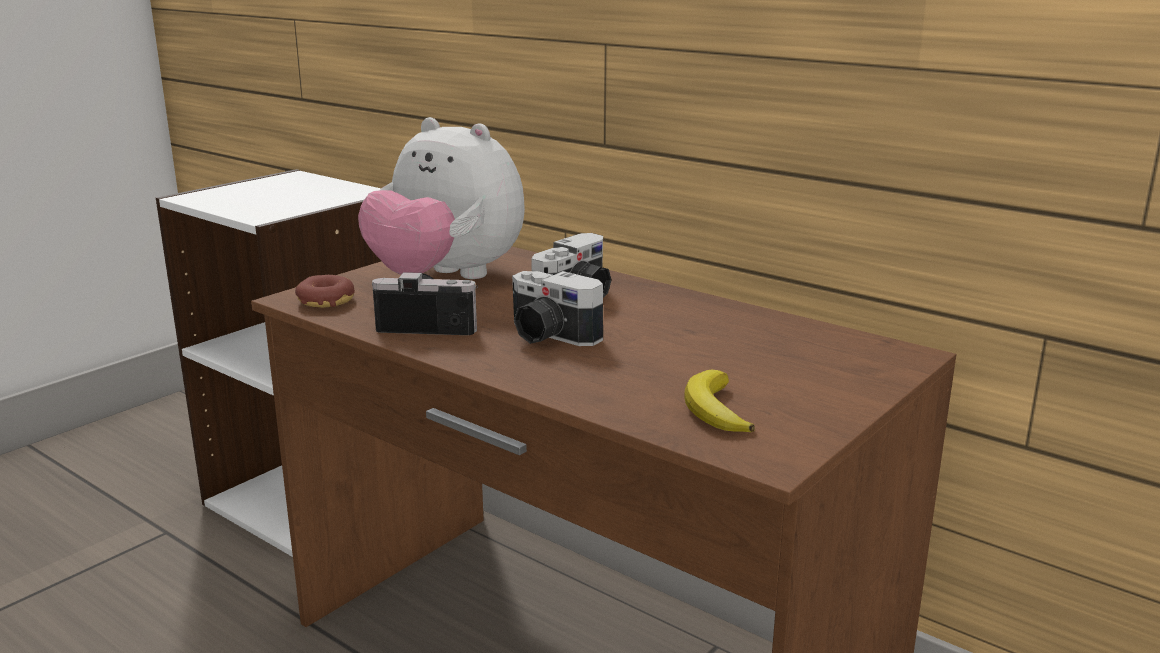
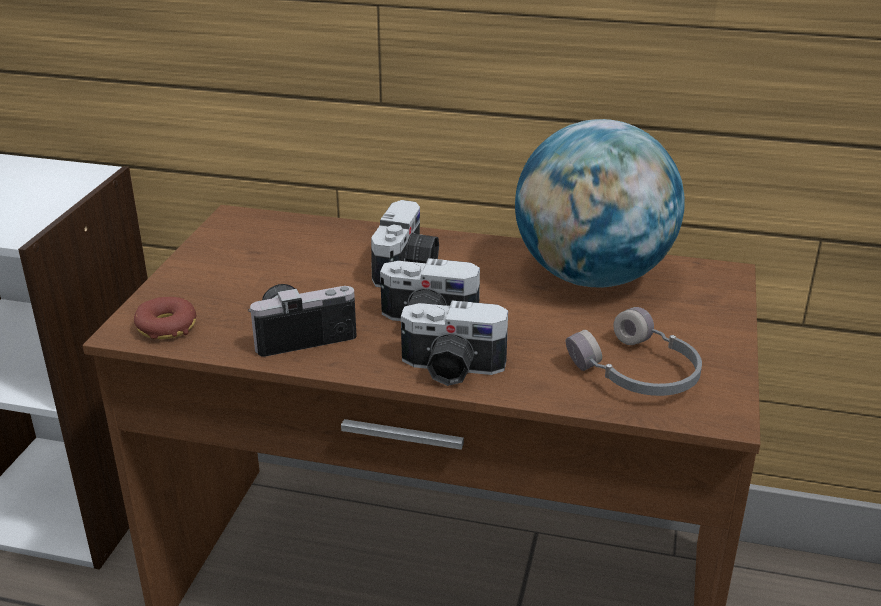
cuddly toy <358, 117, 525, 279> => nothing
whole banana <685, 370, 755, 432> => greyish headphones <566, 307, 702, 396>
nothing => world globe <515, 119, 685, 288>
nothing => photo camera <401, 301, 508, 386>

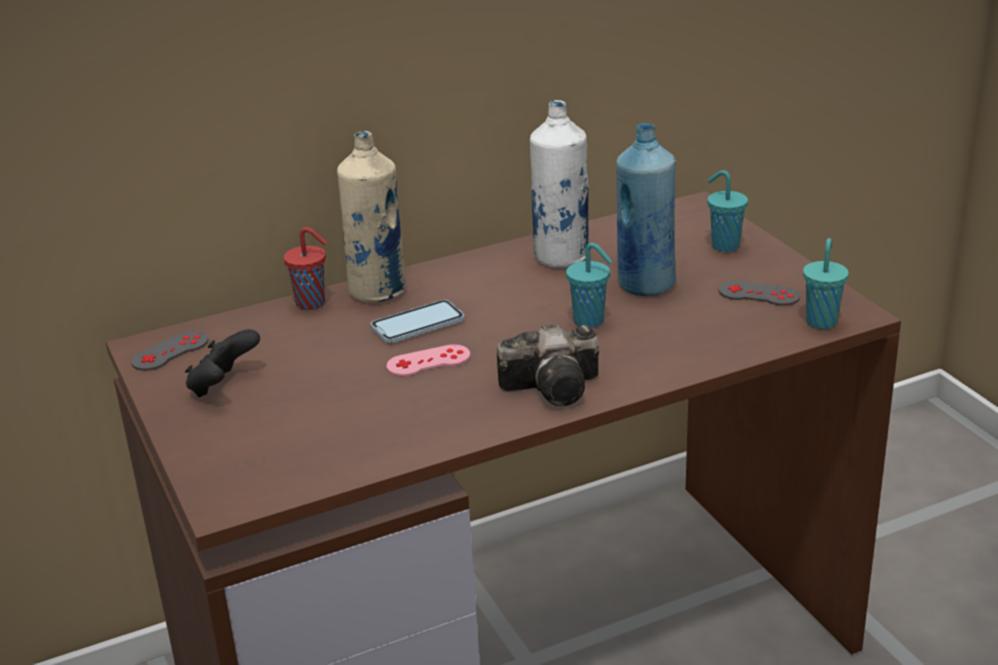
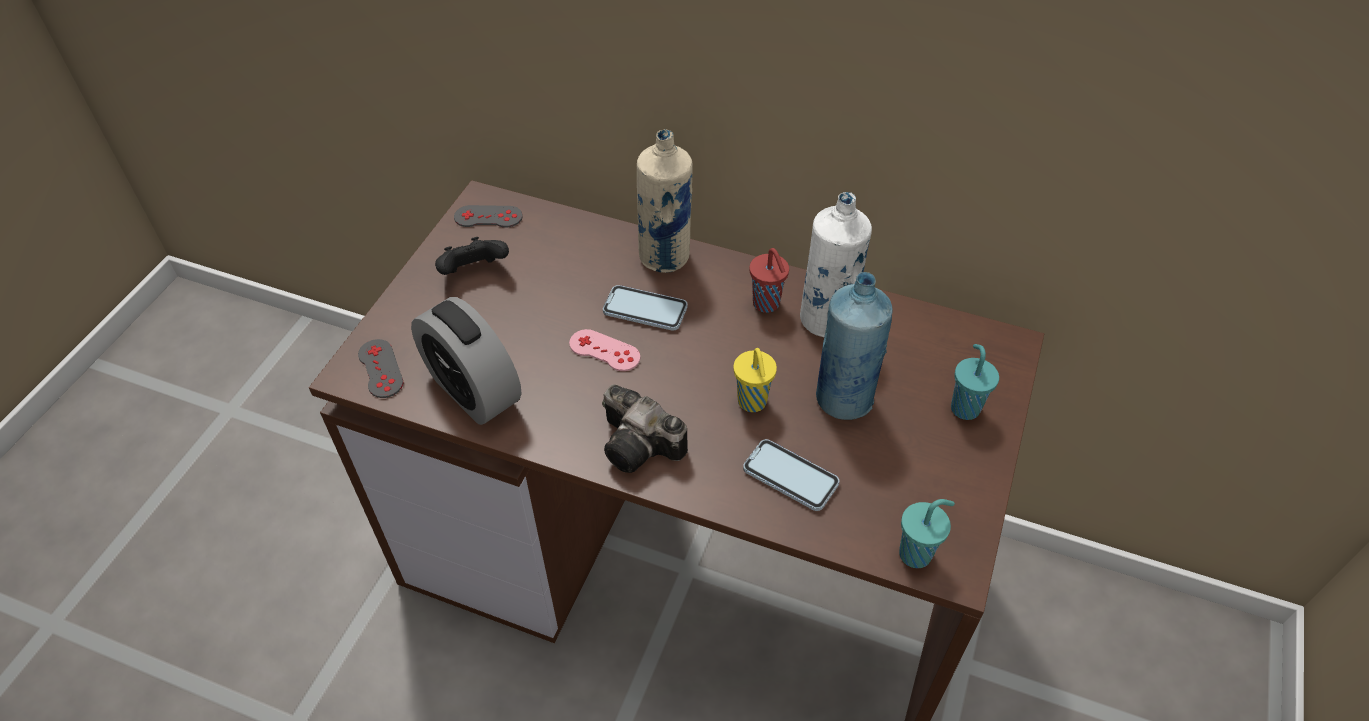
red drinking cup <283, 227, 327, 310> => red drinking cup <749, 248, 789, 313>, move
blue-green drinking cup <566, 243, 612, 328> => yellow drinking cup <734, 348, 777, 412>
greyish game controller <719, 281, 800, 306> => greyish game controller <358, 339, 403, 398>, move
nothing => table clock <411, 297, 521, 425>
nothing => handset <743, 439, 839, 511>

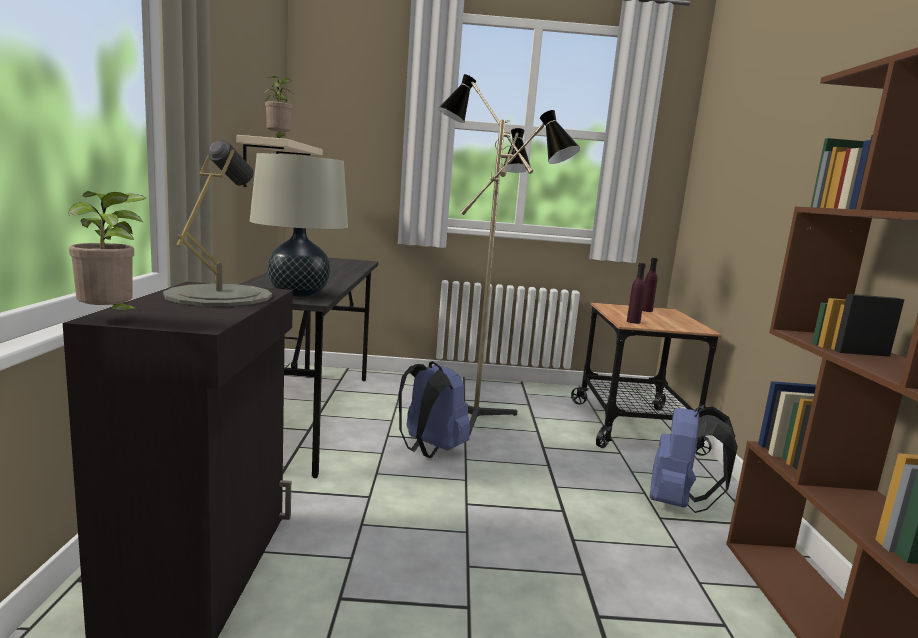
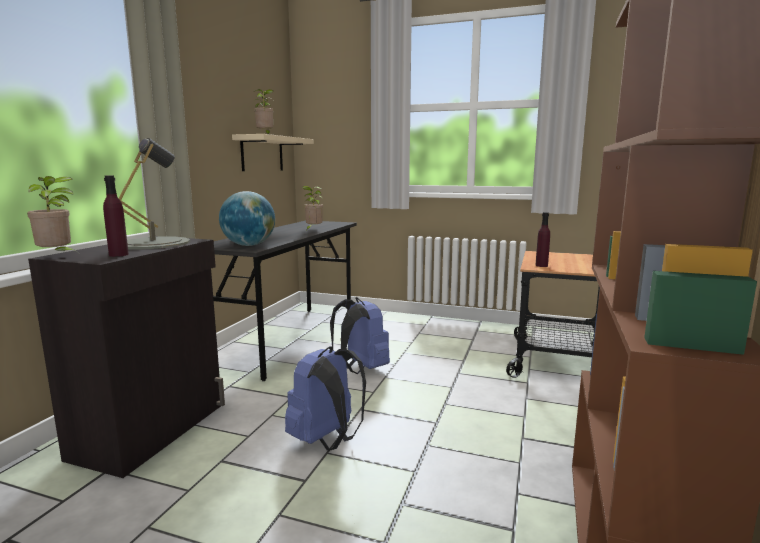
standing lamp <438, 74, 580, 436> => nothing
beige lamp for a table <250, 153, 348, 297> => world globe <219, 191, 275, 246>
purplish beverage bottle <642, 258, 658, 312> => purplish beverage bottle <103, 176, 129, 257>, move
blue knapsack <650, 405, 738, 513> => blue knapsack <285, 346, 366, 451>, move
nothing => potted plant <302, 186, 323, 229>

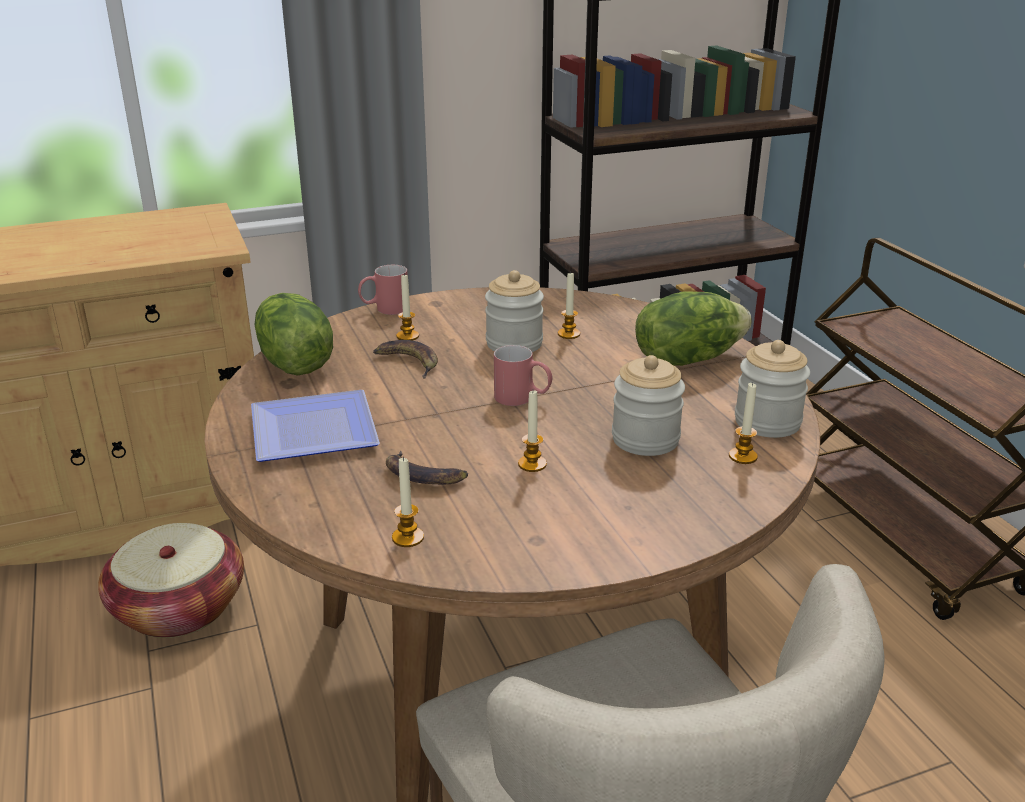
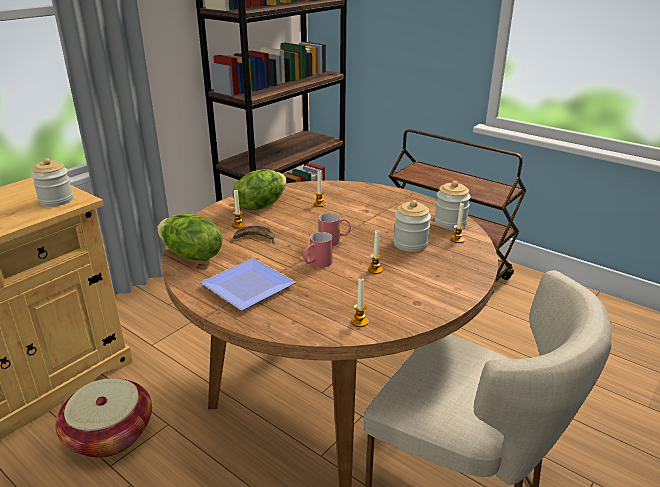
red mug <358, 265, 408, 315> => red mug <303, 232, 333, 268>, move
preserve jar <485, 270, 544, 352> => preserve jar <31, 158, 73, 207>, move
lettuce head <635, 291, 752, 366> => lettuce head <233, 169, 287, 210>, move
whole banana <386, 451, 468, 484> => nothing

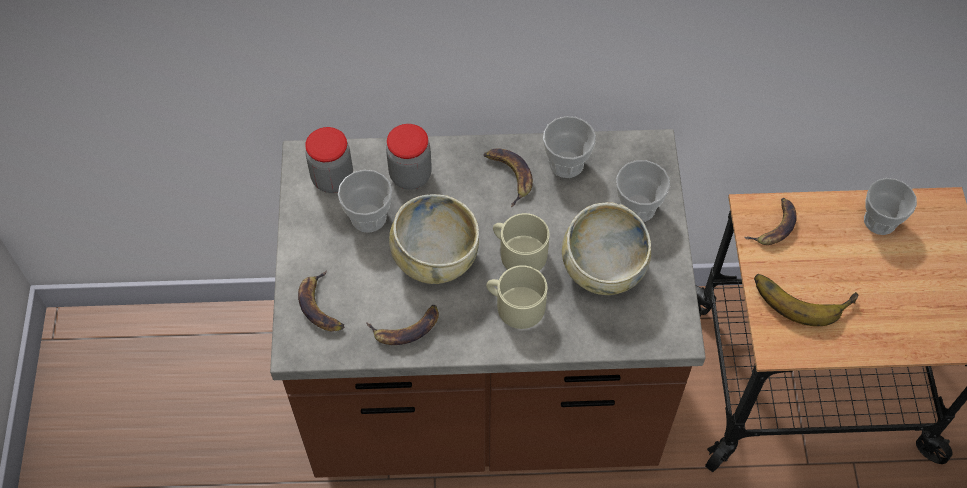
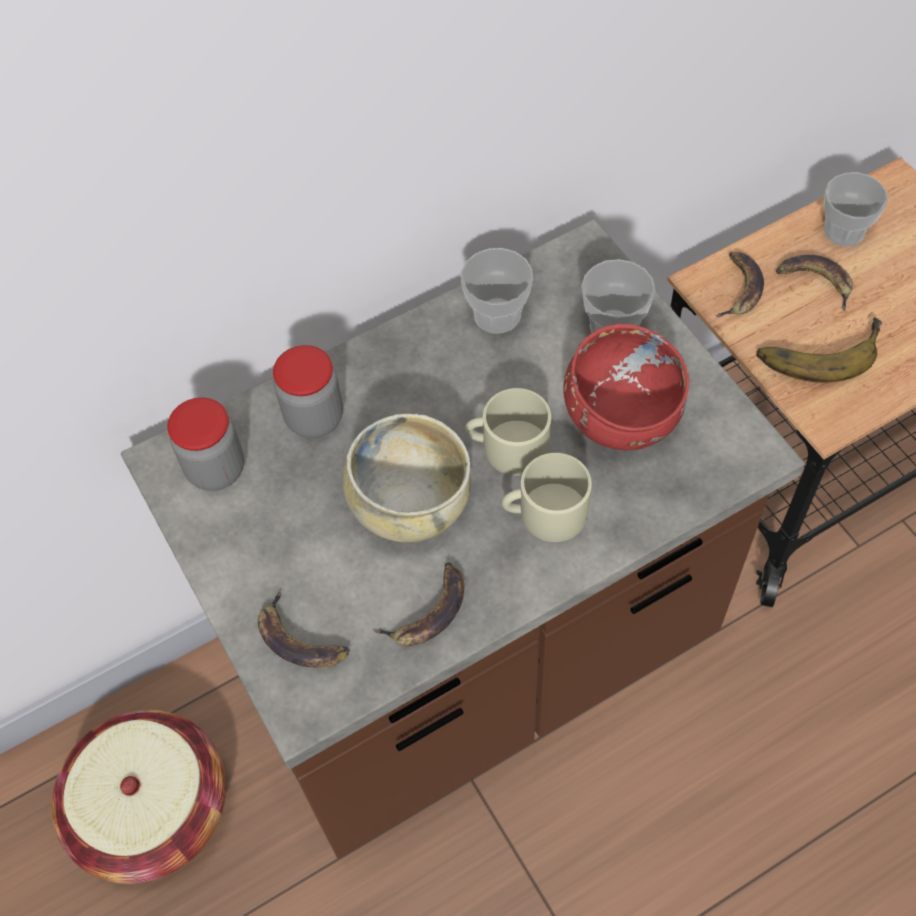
whole banana <483, 148, 533, 207> => whole banana <776, 255, 853, 311>, move
drinking cup <338, 170, 392, 233> => nothing
beige serving bowl <562, 202, 651, 295> => red serving bowl <564, 323, 689, 450>
nothing => household basket <52, 710, 226, 884>

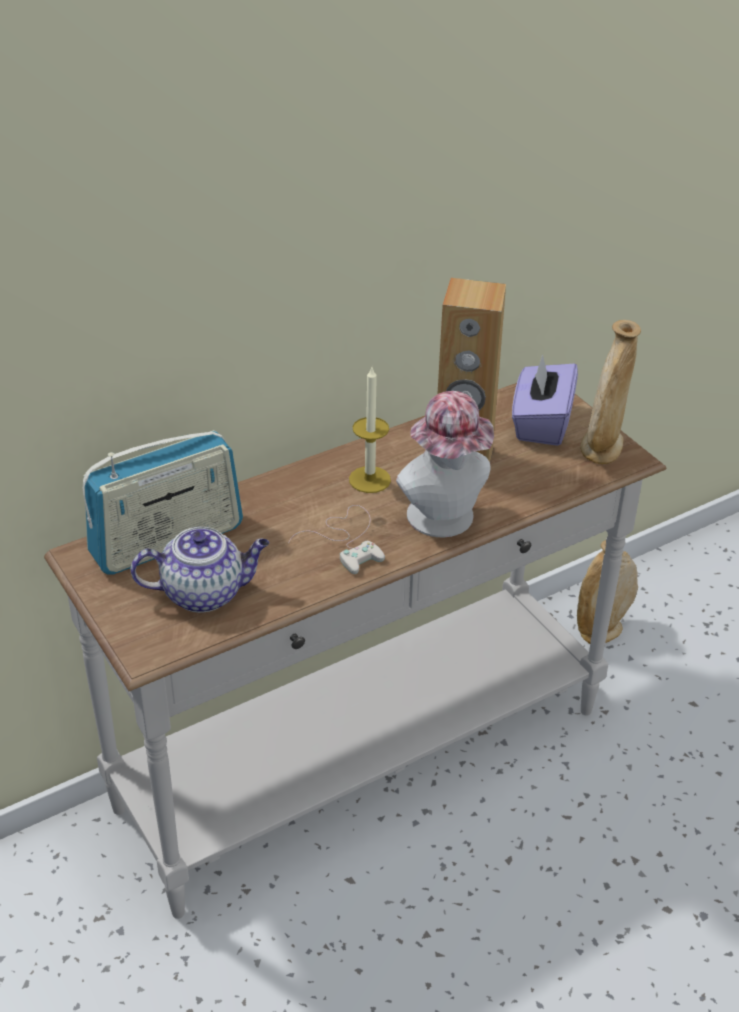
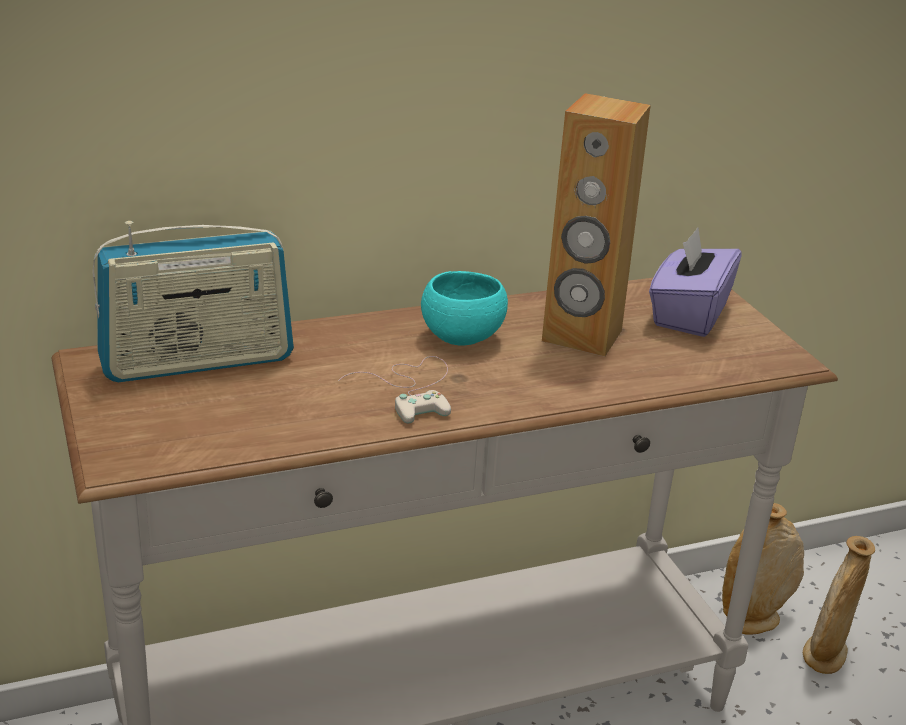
beige decorative vase <580, 320, 641, 464> => beige decorative vase <803, 536, 875, 674>, move
wax light <349, 367, 391, 493> => blue-green serving bowl <421, 271, 508, 346>
clothing hat <396, 391, 494, 537> => nothing
teapot <130, 527, 269, 613> => nothing

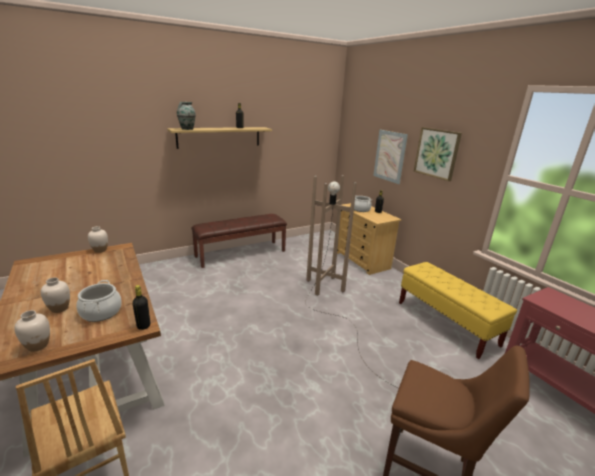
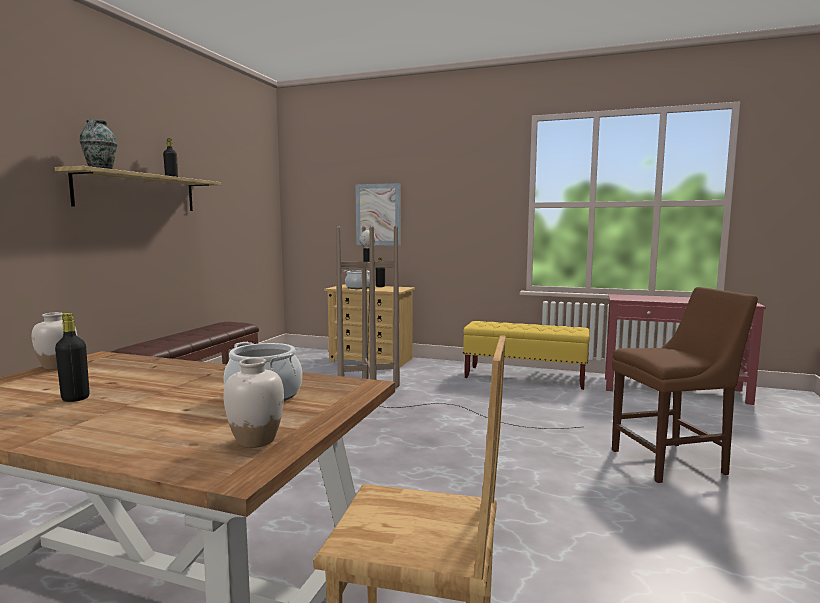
wall picture <414, 127, 462, 181> => nothing
white decorative vase <41, 277, 70, 313> => nothing
blackish beverage bottle <132, 285, 150, 330> => blackish beverage bottle <55, 313, 89, 402>, move

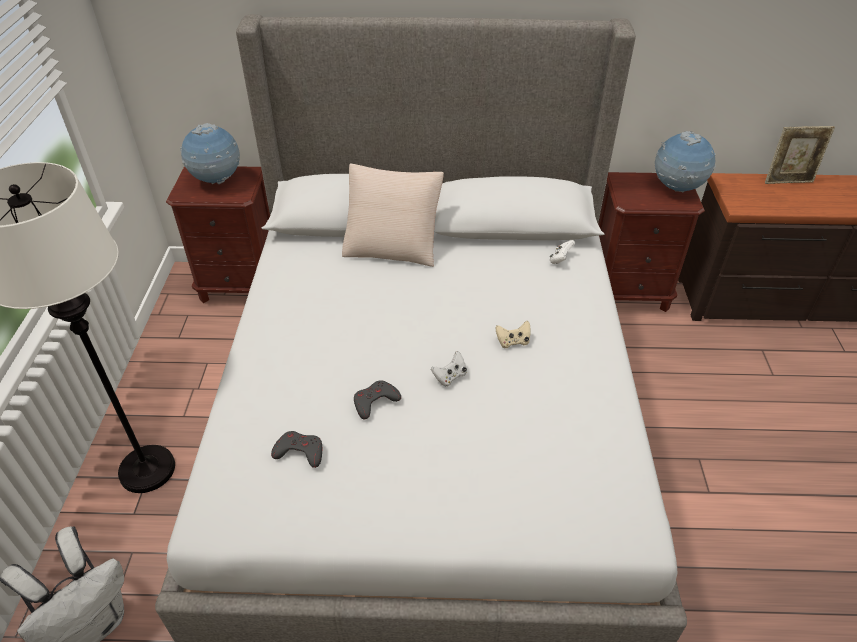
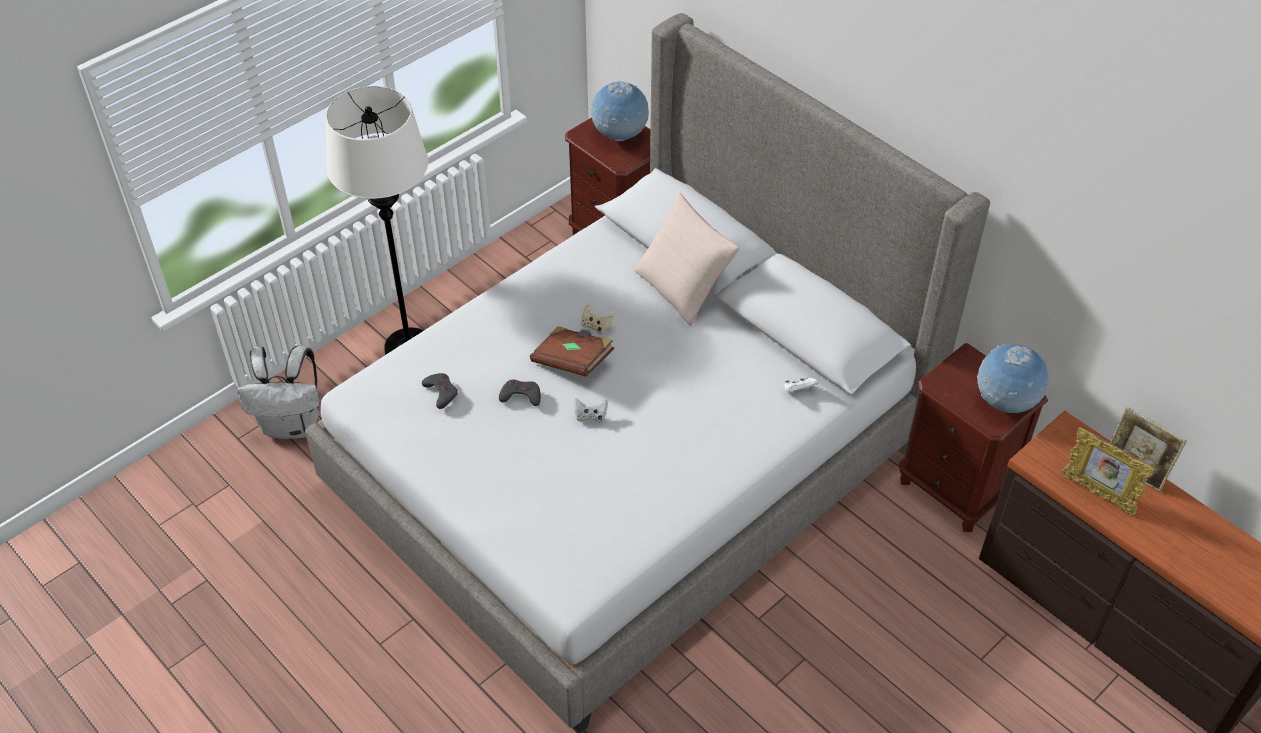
beige game controller <496, 321, 531, 348> => beige game controller <582, 305, 613, 334>, move
nothing => brownish volume <530, 326, 614, 377>
nothing => picture frame <1062, 427, 1155, 515>

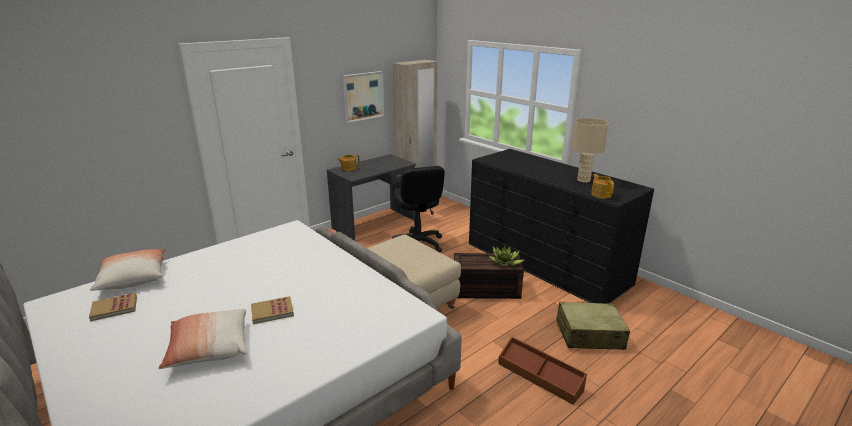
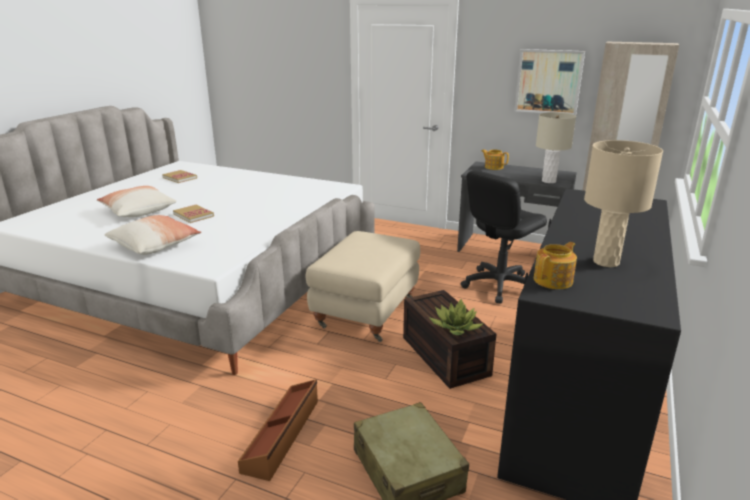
pillow <90, 249, 166, 291> => pillow <105, 215, 201, 255>, move
nothing => beige lamp for a table <536, 112, 576, 183>

